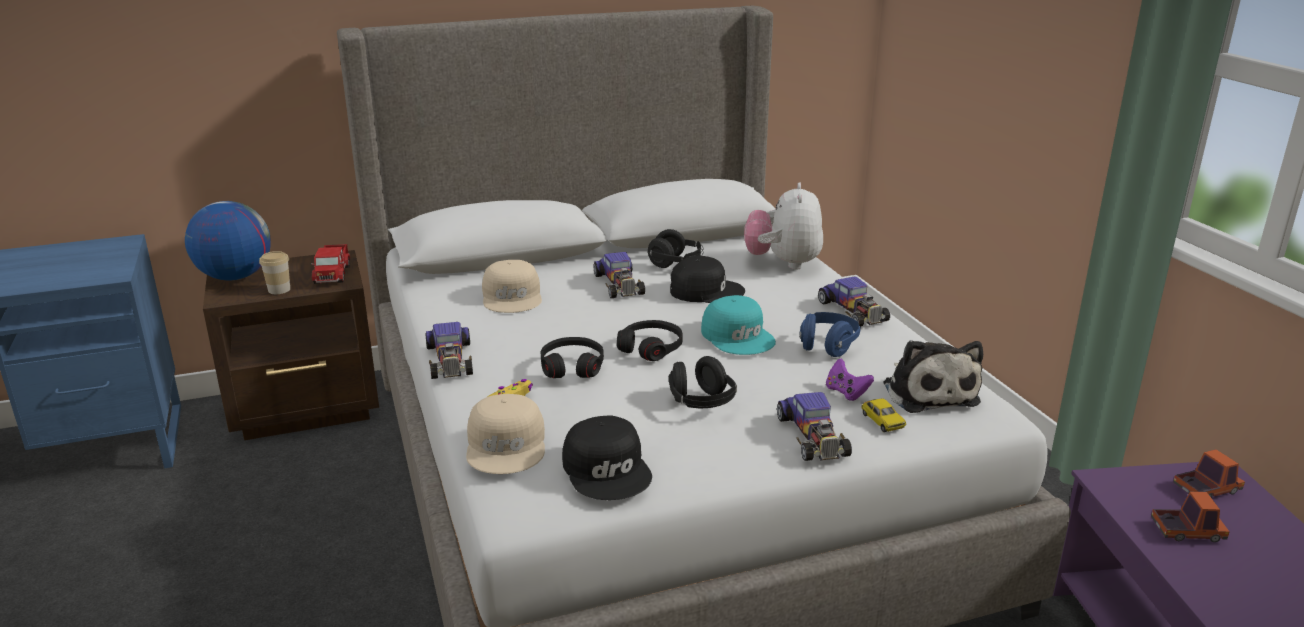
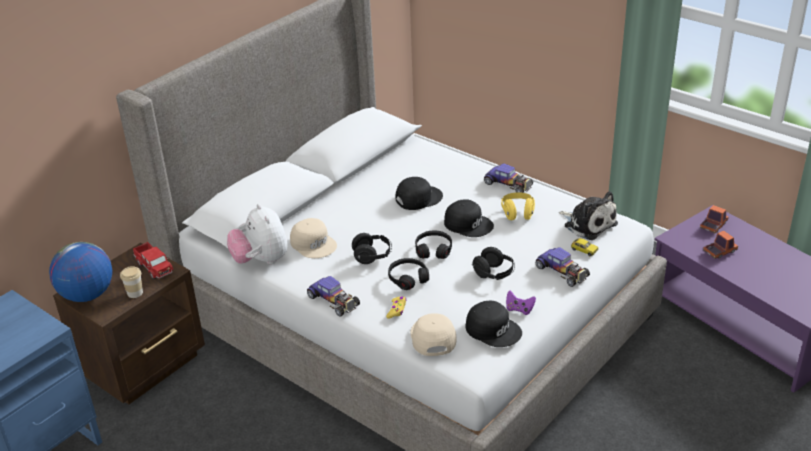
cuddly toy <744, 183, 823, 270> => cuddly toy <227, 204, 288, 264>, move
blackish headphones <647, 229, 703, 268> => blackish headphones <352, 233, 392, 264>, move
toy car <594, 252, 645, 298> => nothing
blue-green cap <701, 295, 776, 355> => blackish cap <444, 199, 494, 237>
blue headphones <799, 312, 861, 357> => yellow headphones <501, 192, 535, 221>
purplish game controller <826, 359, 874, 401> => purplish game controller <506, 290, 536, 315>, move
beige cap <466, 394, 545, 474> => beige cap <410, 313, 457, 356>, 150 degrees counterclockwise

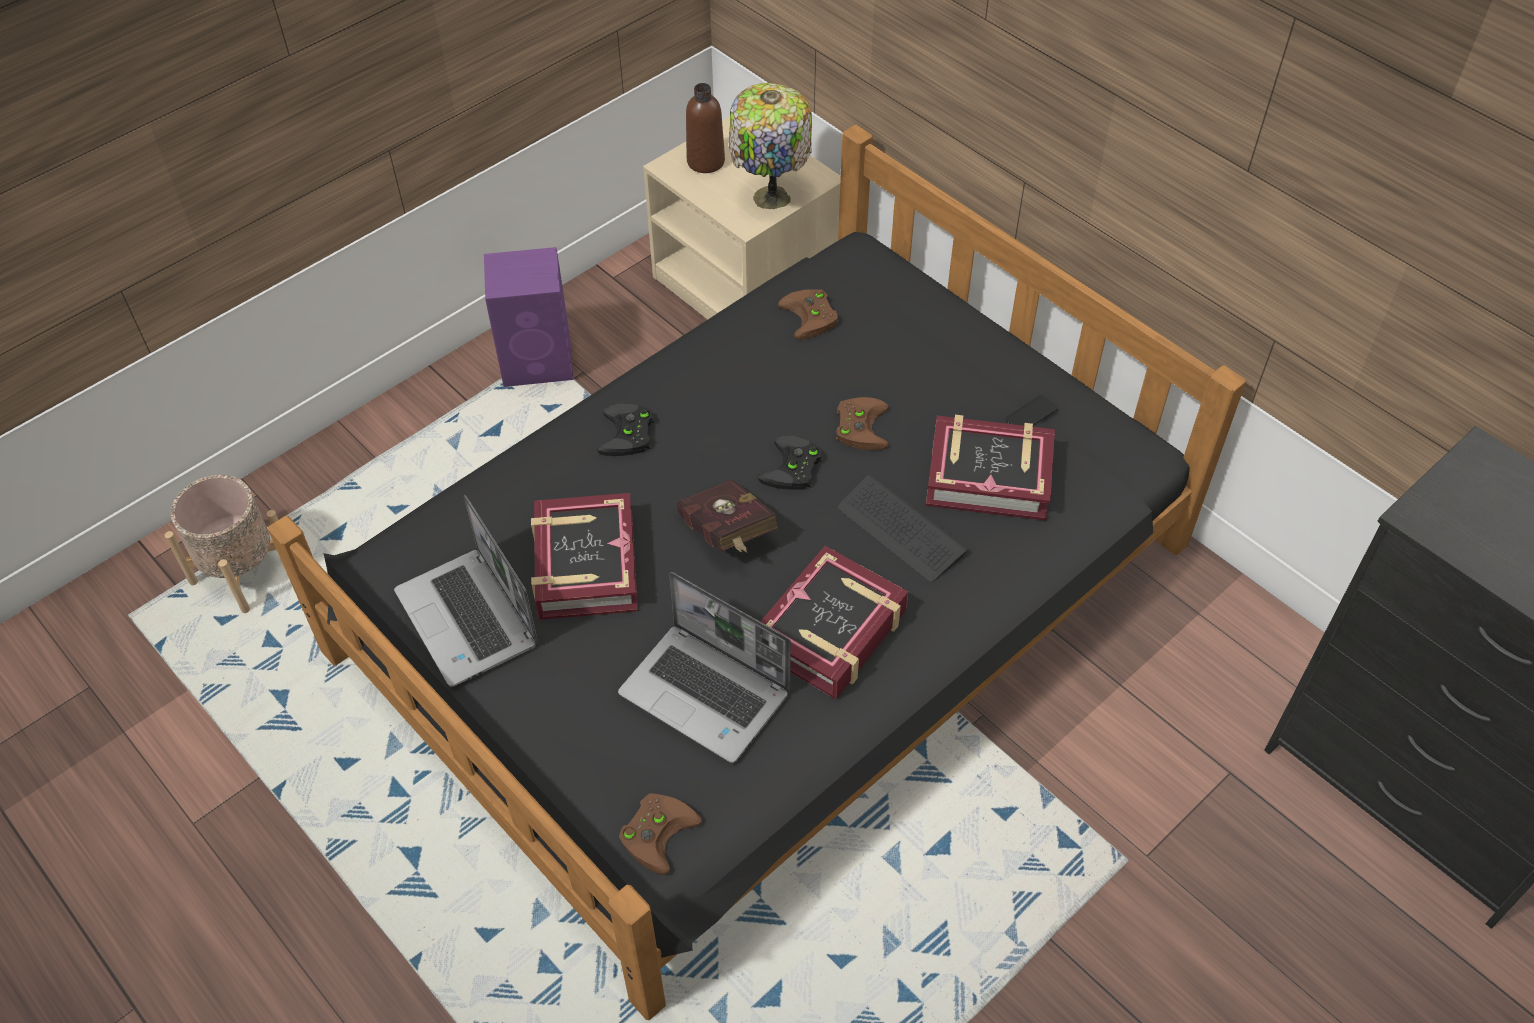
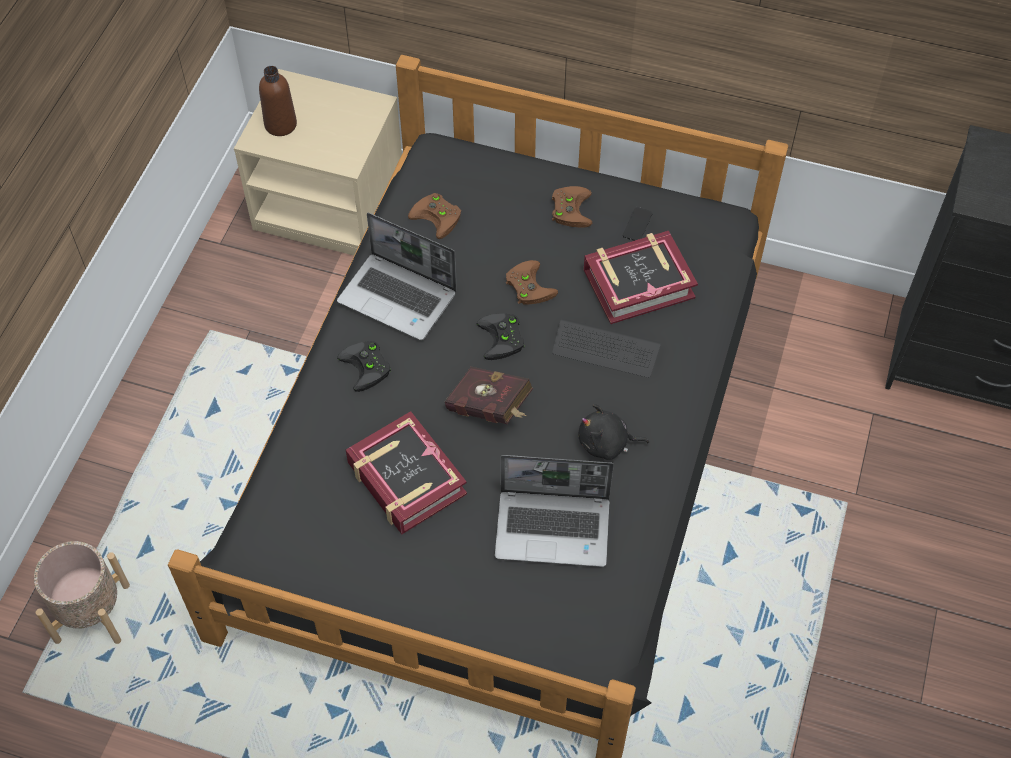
lamp for a table <729, 83, 812, 209> => nothing
purplish audio speaker <484, 247, 573, 387> => nothing
laptop <394, 495, 538, 687> => laptop <337, 213, 457, 340>, move
volume <760, 546, 908, 699> => blackish cuddly toy <579, 404, 649, 460>
brownish game controller <619, 793, 702, 875> => brownish game controller <552, 186, 592, 228>, move

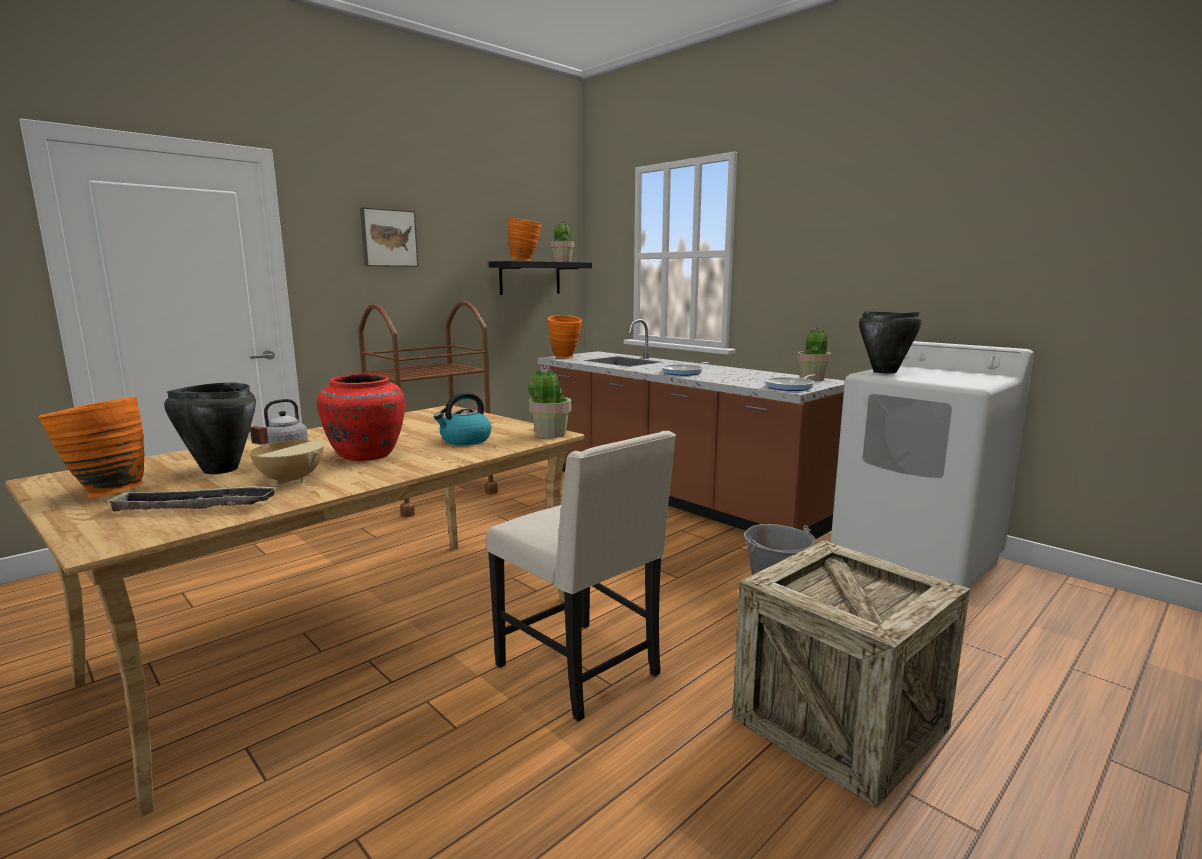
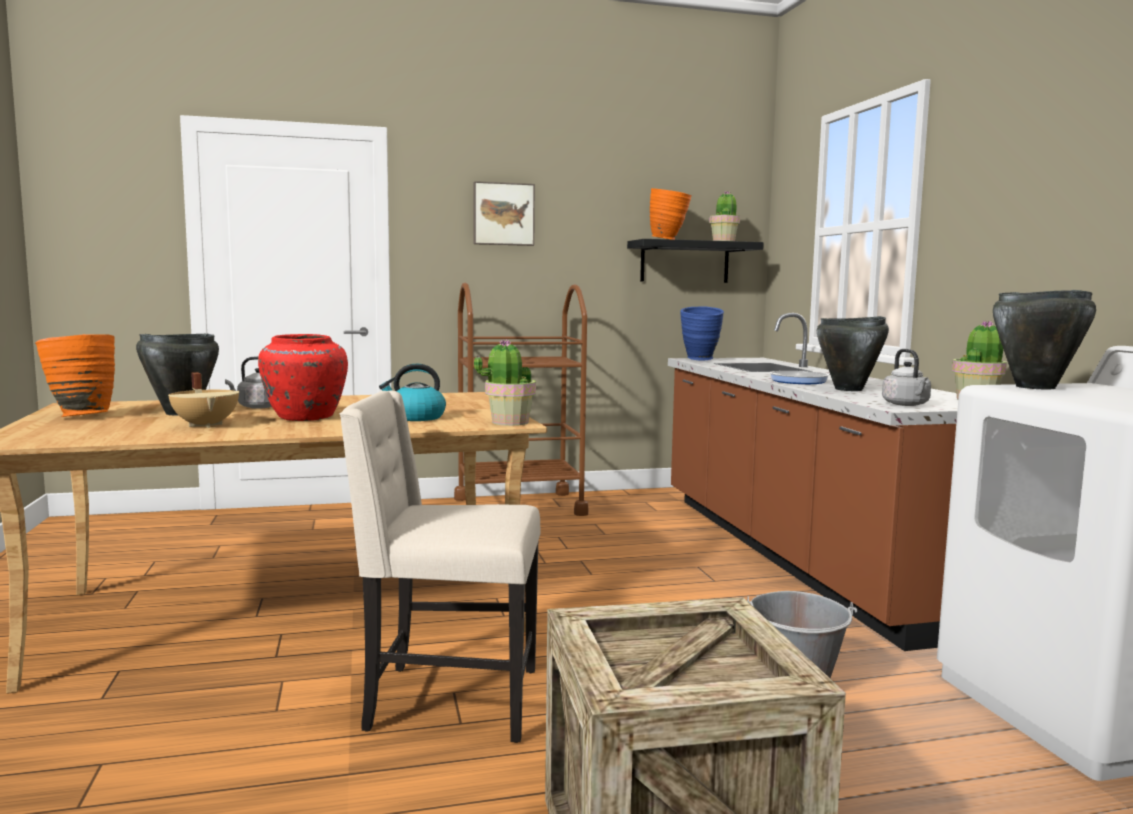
orangey decorative vase <548, 315, 582, 358> => blue decorative vase <681, 306, 724, 361>
frying pan <765, 374, 815, 391> => greyish tea kettle <882, 349, 931, 406>
beige upright chair <486, 431, 676, 722> => beige upright chair <340, 390, 541, 743>, 105 degrees clockwise
carrying tray <103, 486, 278, 511> => nothing
nothing => blackish saucepot <817, 316, 889, 391>

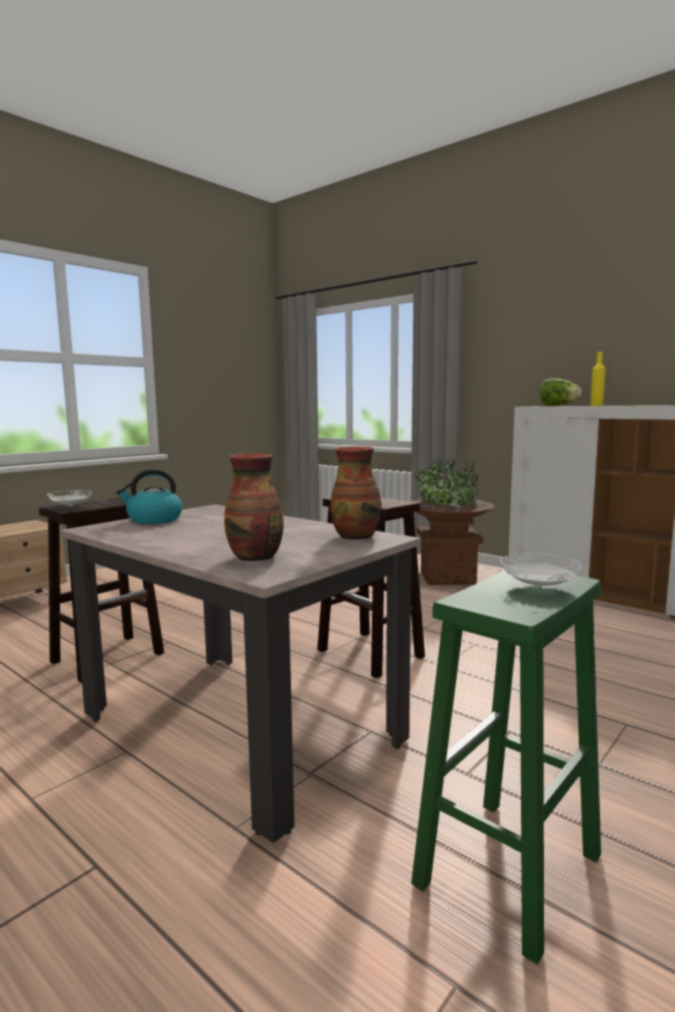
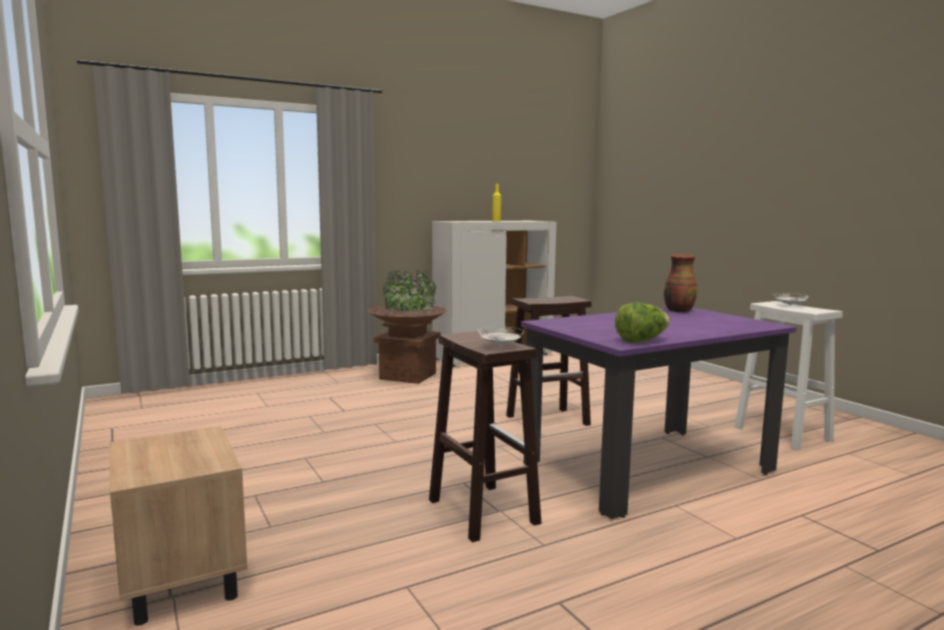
lettuce head <540, 378, 582, 406> => lettuce head <615, 302, 670, 343>, move
decorative vase <224, 454, 284, 561> => nothing
tea kettle <116, 469, 183, 524> => nothing
beige dining table <60, 504, 420, 843> => purplish dining table <521, 307, 797, 519>
greenish sitting stool <411, 565, 601, 965> => white sitting stool <735, 301, 843, 450>

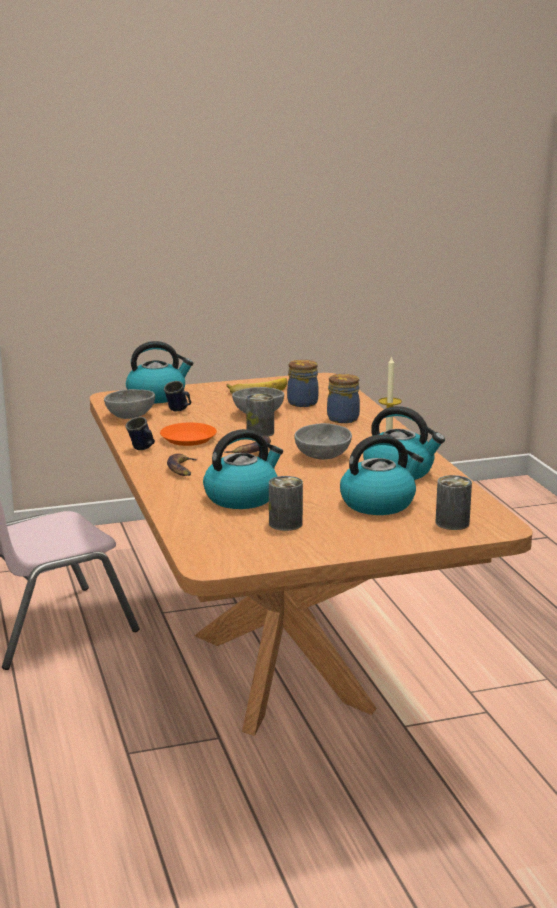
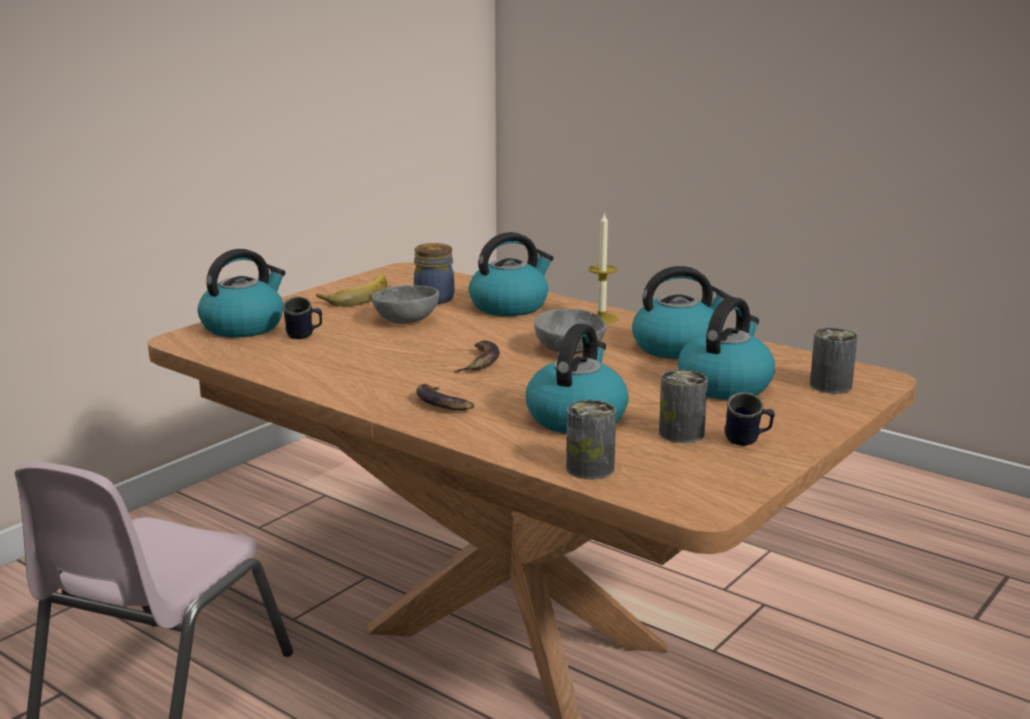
preserve jar <327, 374, 360, 423> => tea kettle <469, 232, 554, 316>
greyish serving bowl <104, 389, 155, 419> => nothing
can <246, 393, 274, 437> => can <566, 400, 616, 479>, move
blue mug <125, 417, 155, 450> => blue mug <724, 392, 775, 446>, move
orangey dinner plate <160, 422, 217, 446> => nothing

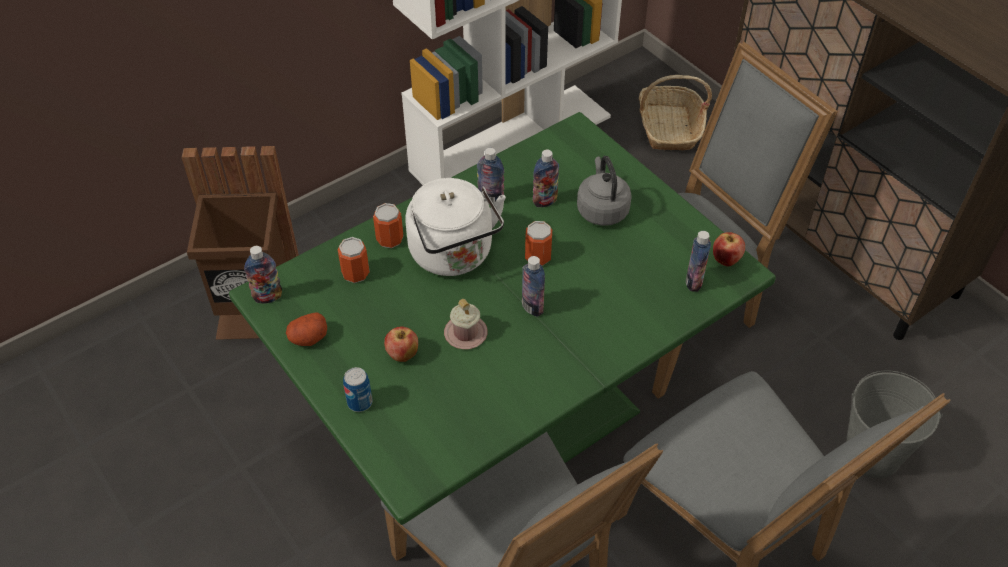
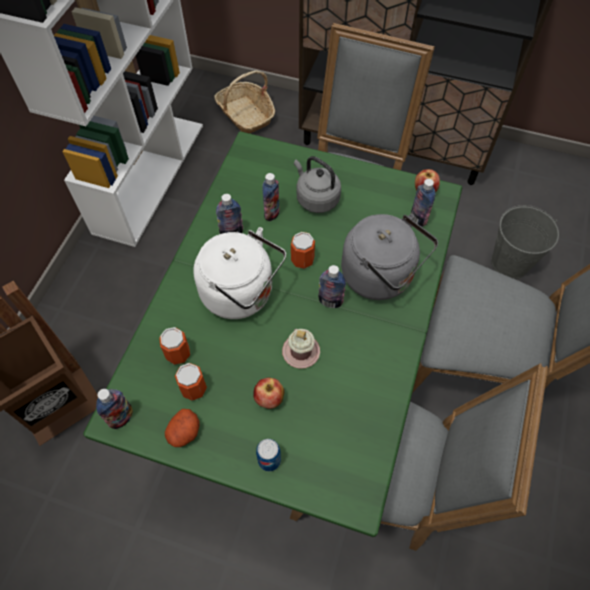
can <373, 203, 404, 248> => can <175, 363, 207, 401>, move
nothing => greyish tea kettle <341, 214, 438, 300>

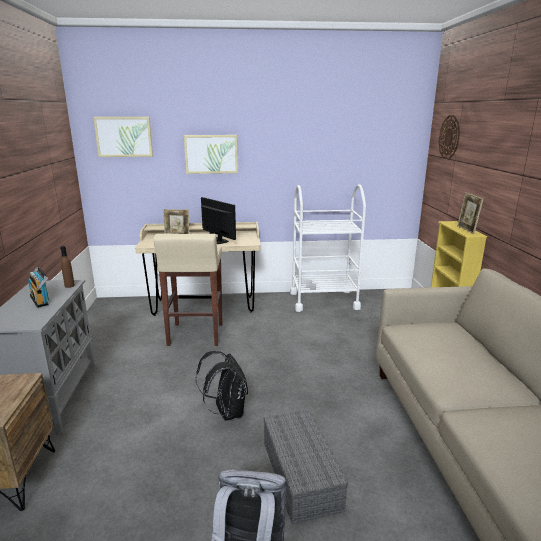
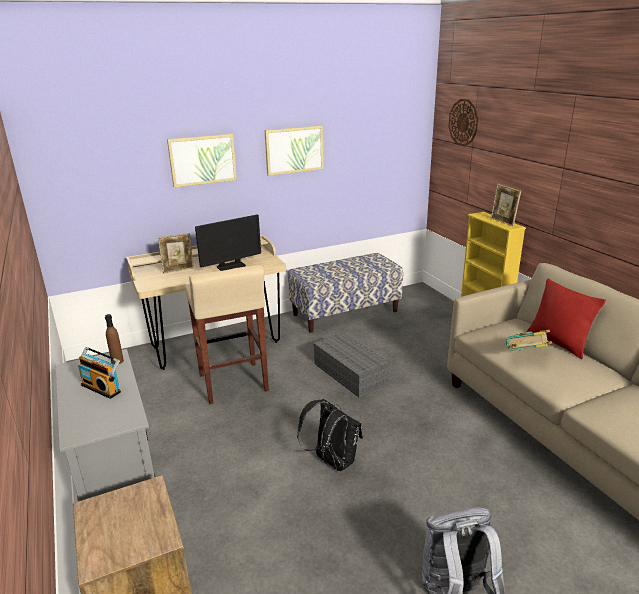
wall picture <93, 117, 153, 157> => wall picture <265, 125, 323, 176>, move
white trolley <290, 184, 366, 312> => long seat <288, 253, 403, 333>
computer screen <201, 197, 236, 244> => computer screen <195, 215, 261, 271>, 120 degrees clockwise
greyish storage bin <263, 410, 348, 524> => greyish storage bin <313, 332, 390, 397>, move
nothing => red pillow <527, 279, 606, 359>
nothing => volume <506, 330, 552, 351>

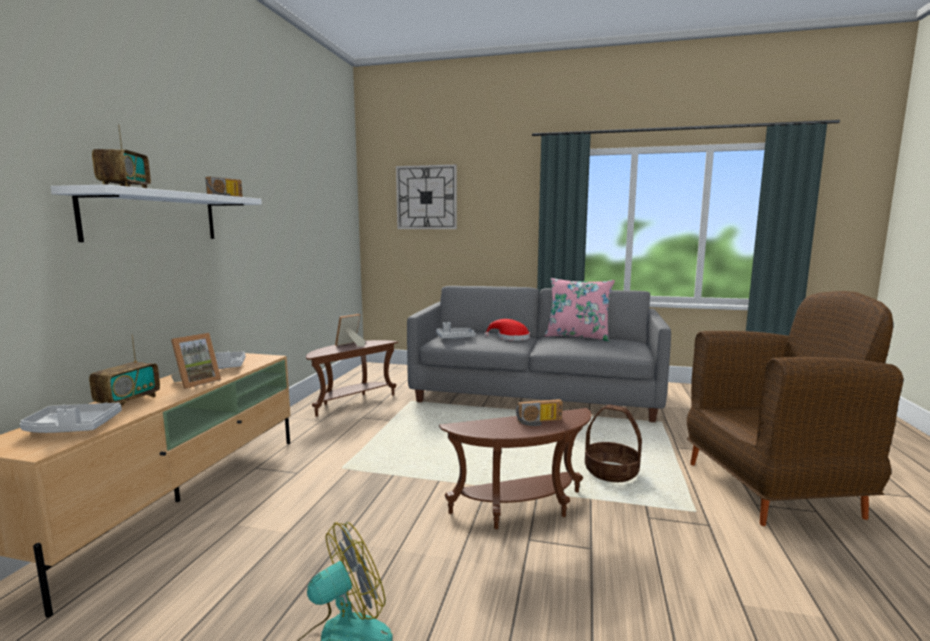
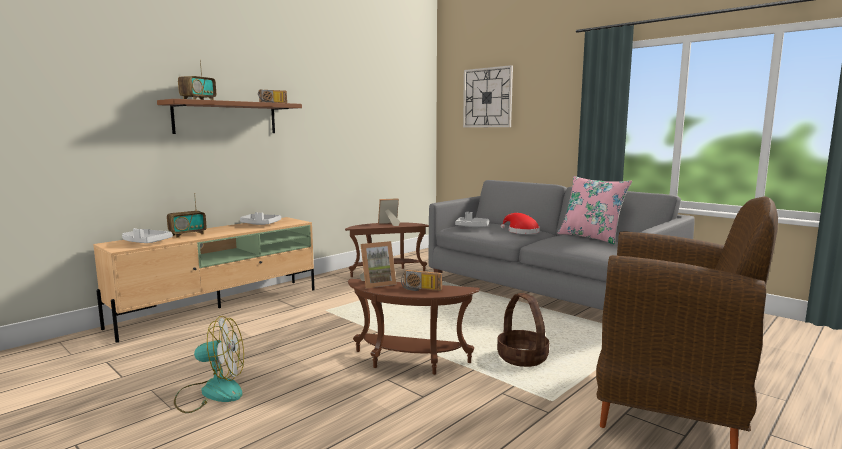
white shelf <50, 184, 262, 242> => brownish shelf <157, 99, 302, 134>
picture frame <171, 333, 222, 389> => picture frame <359, 241, 397, 288>, move

